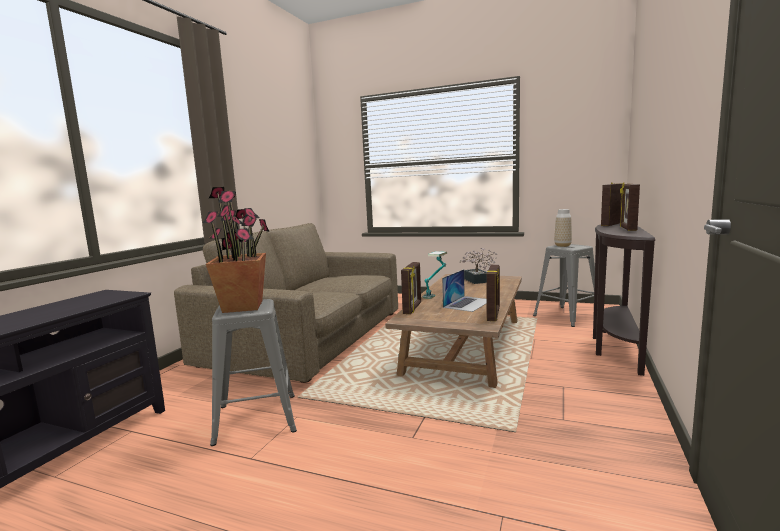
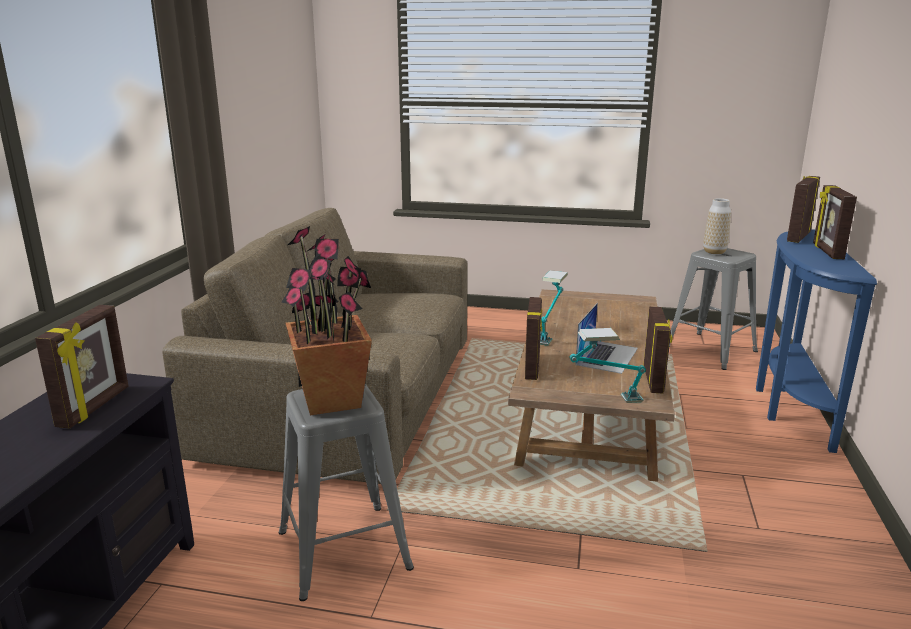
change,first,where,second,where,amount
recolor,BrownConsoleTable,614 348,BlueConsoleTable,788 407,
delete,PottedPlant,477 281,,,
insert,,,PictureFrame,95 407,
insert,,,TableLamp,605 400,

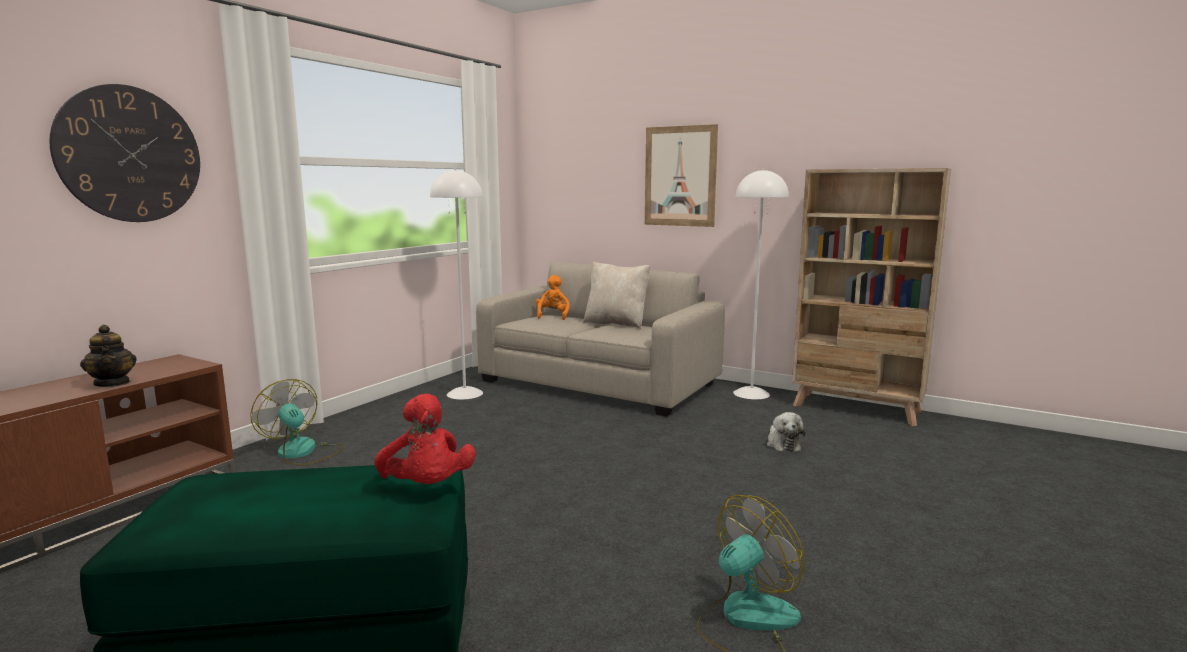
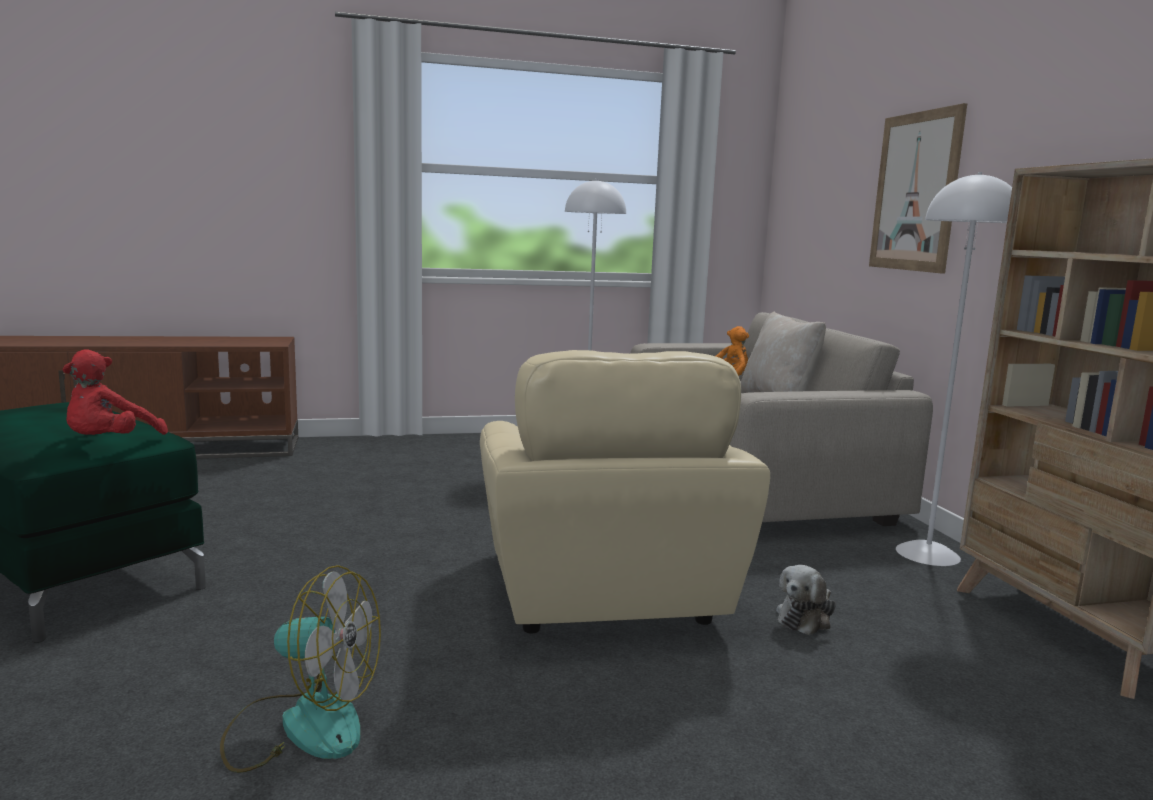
change,first,where,second,where,amount
delete,WallClock,130 154,,,
delete,Teapot,113 383,,,
delete,Fan,302 453,,,
insert,,,BeigeArmchair,602 590,

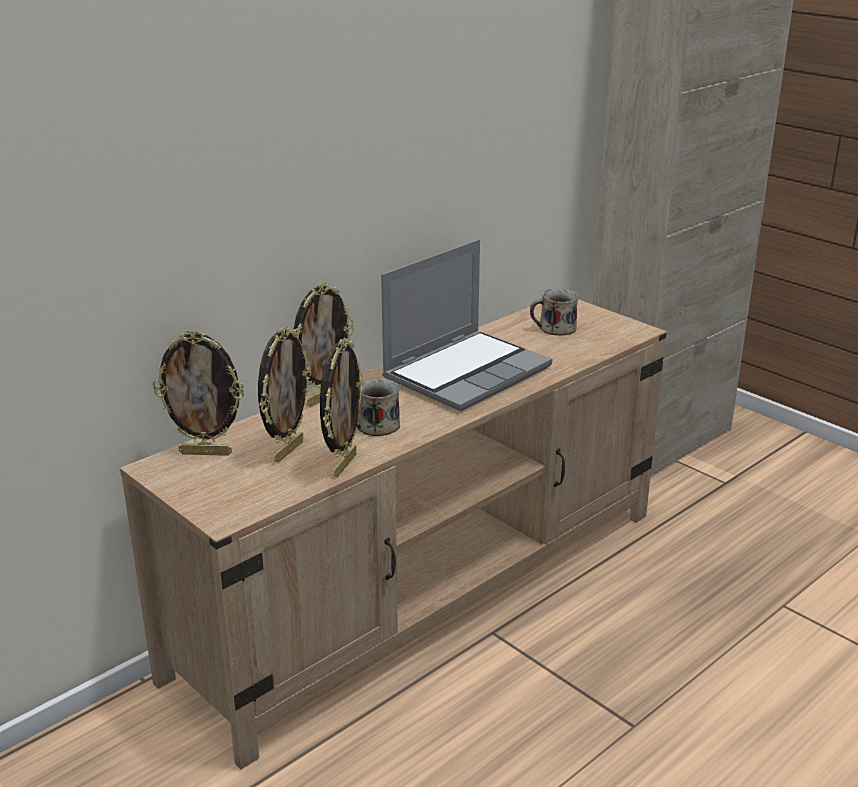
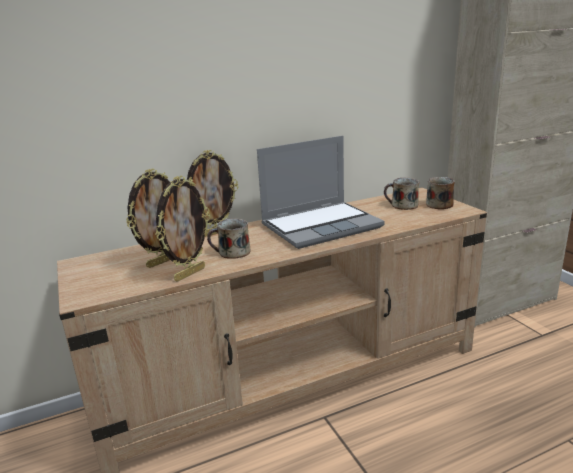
change,first,where,second,where,amount
delete,PictureFrame,206 453,,,
insert,,,Mug,439 204,

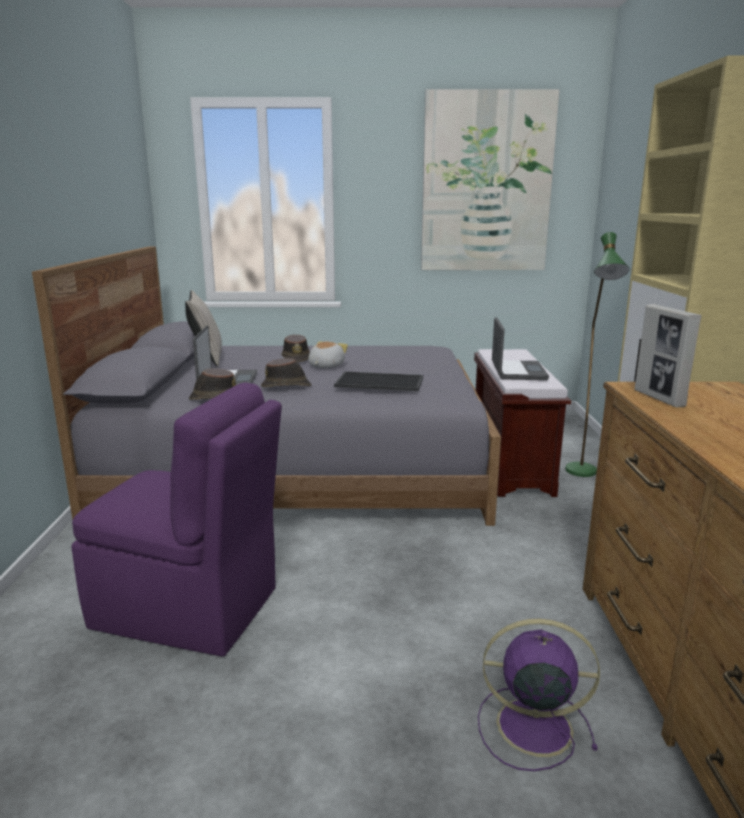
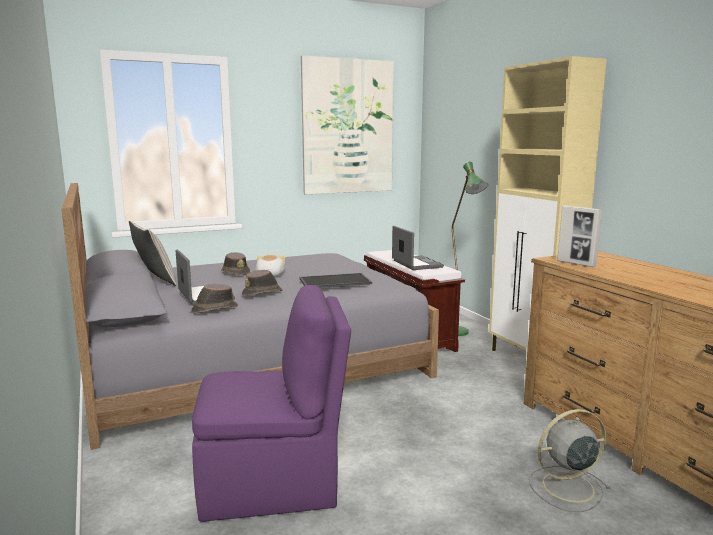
change,first,where,second,where,amount
recolor,PurpleFan,530 726,GreyFan,566 487,

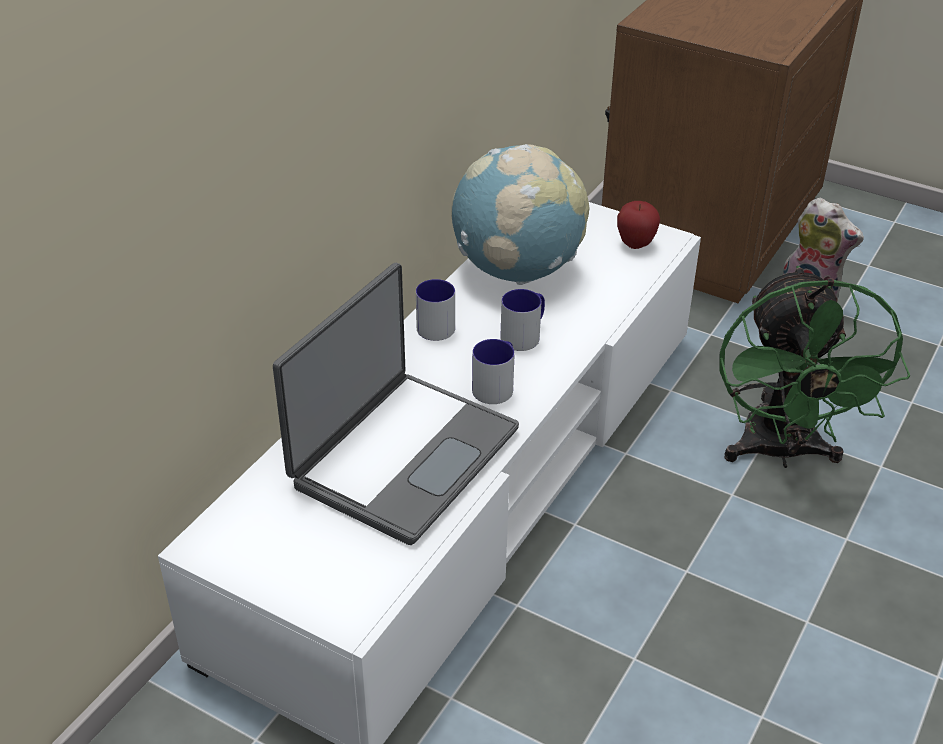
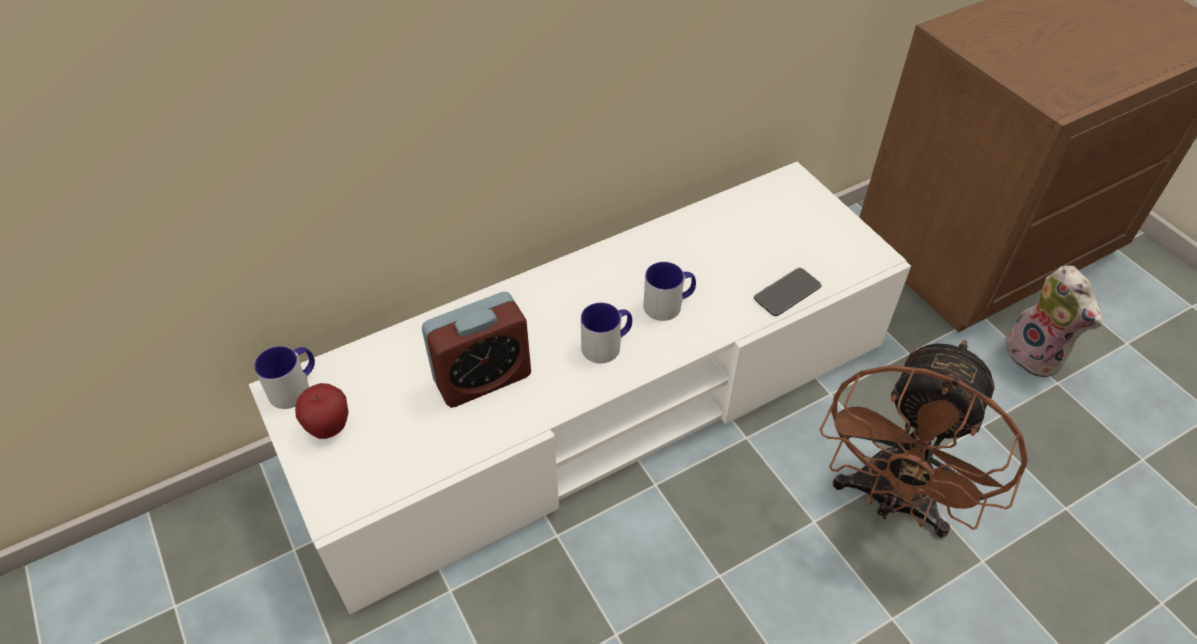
change,first,where,second,where,amount
delete,Globe,517 270,,,
move,Apple,635 244,,329 428,
replace,Laptop,402 456,AlarmClock,482 378,
recolor,GreenFan,781 452,BrownFan,891 501,
move,Mug,437 324,,295 387,
insert,,,Phone,787 293,

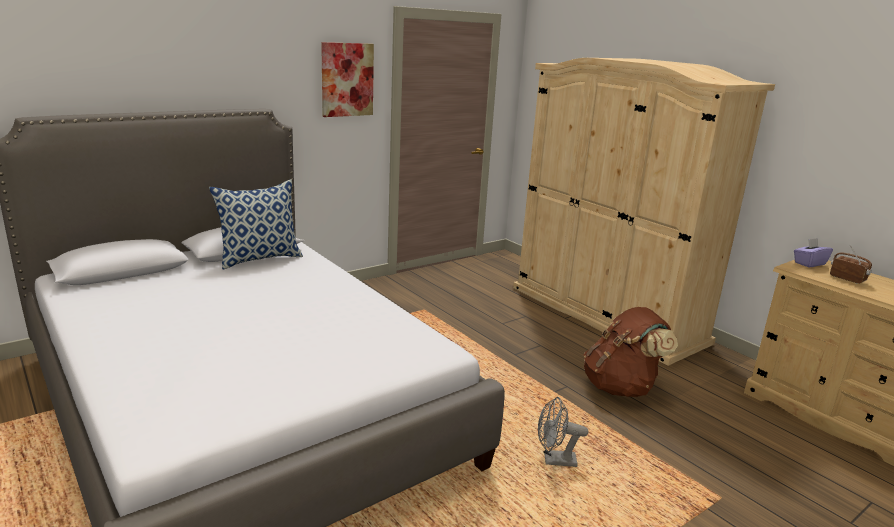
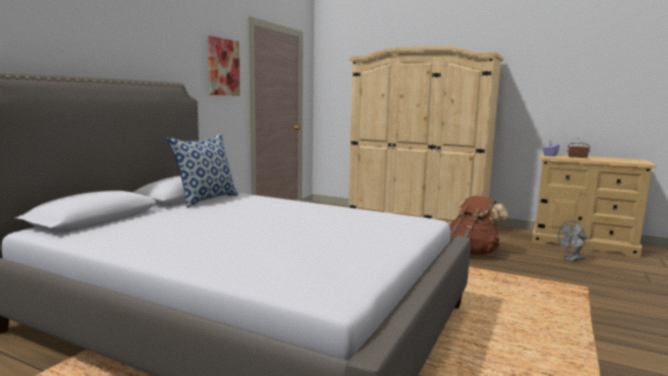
change,first,where,second,where,amount
move,GreyFan,554 460,,571 259,

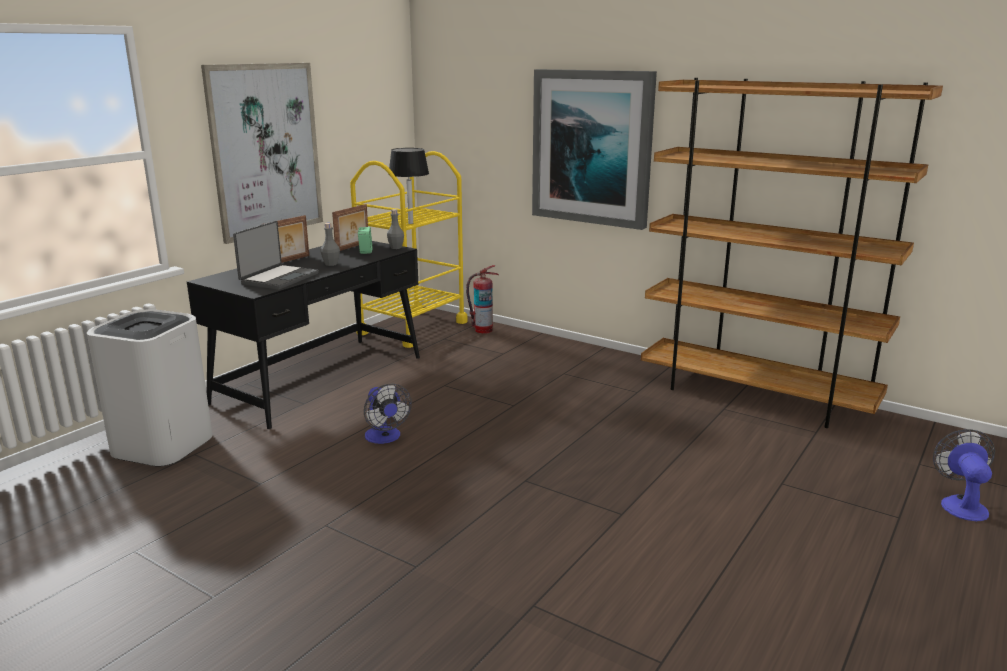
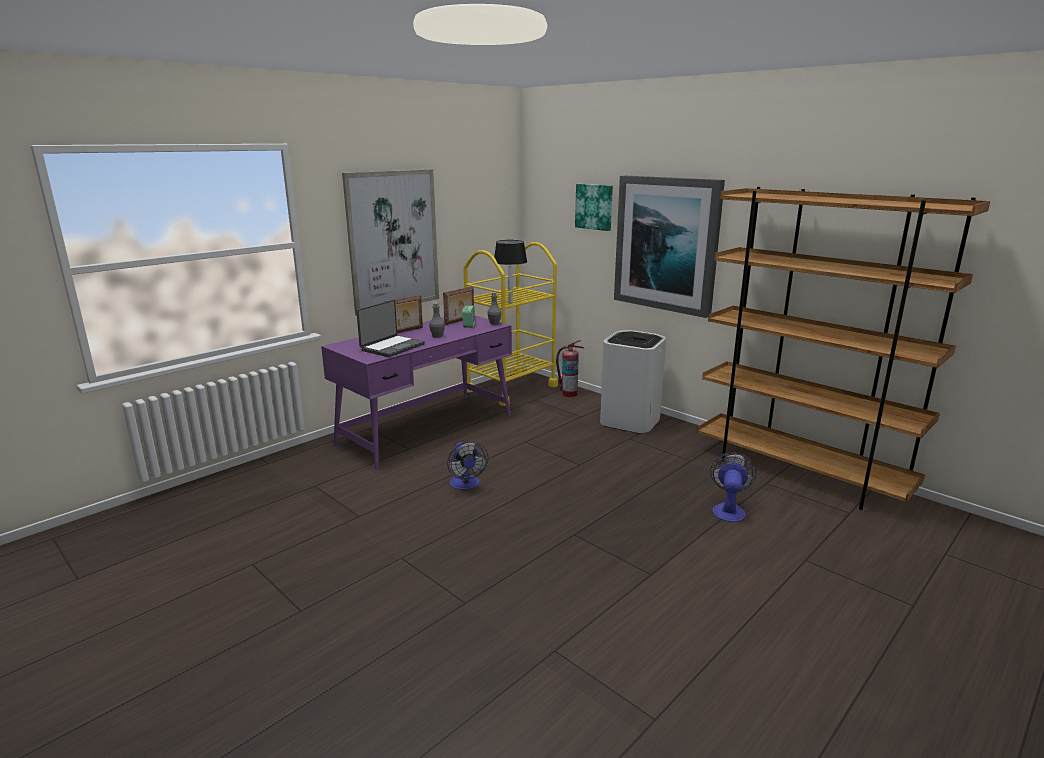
change,first,where,second,where,amount
recolor,BlackDesk,321 379,PurpleDesk,427 429,
move,WhiteTrashCan,162 445,,629 420,
move,Fan,961 504,,728 509,
insert,,,Picture,594 206,

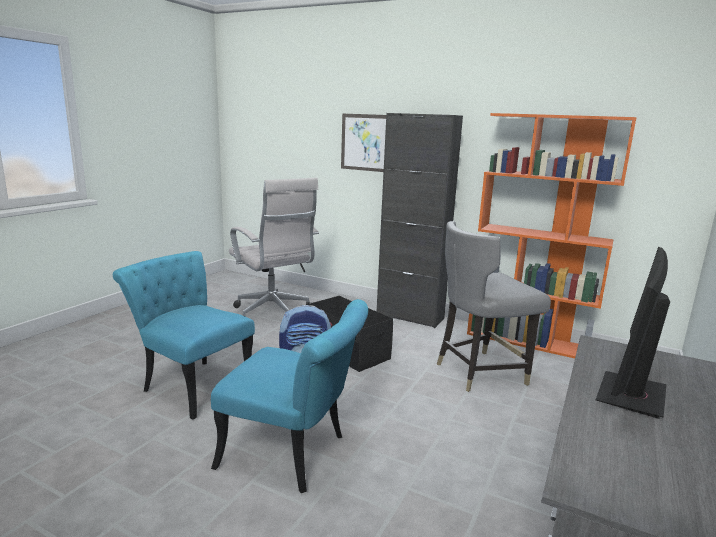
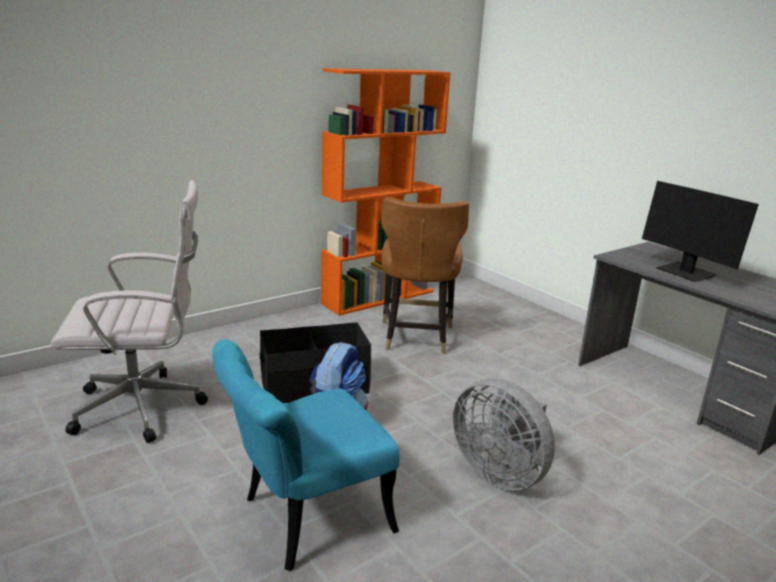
change,first,where,second,where,amount
delete,BlackCabinet,410 316,,,
delete,Picture,366 142,,,
recolor,GreyChair,479 372,BrownChair,415 337,
replace,TurquoiseChair,294 454,GreyFan,500 472,

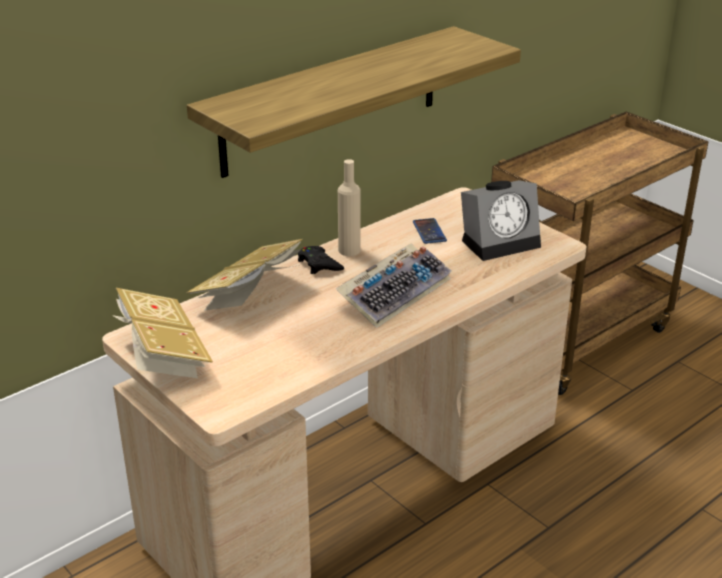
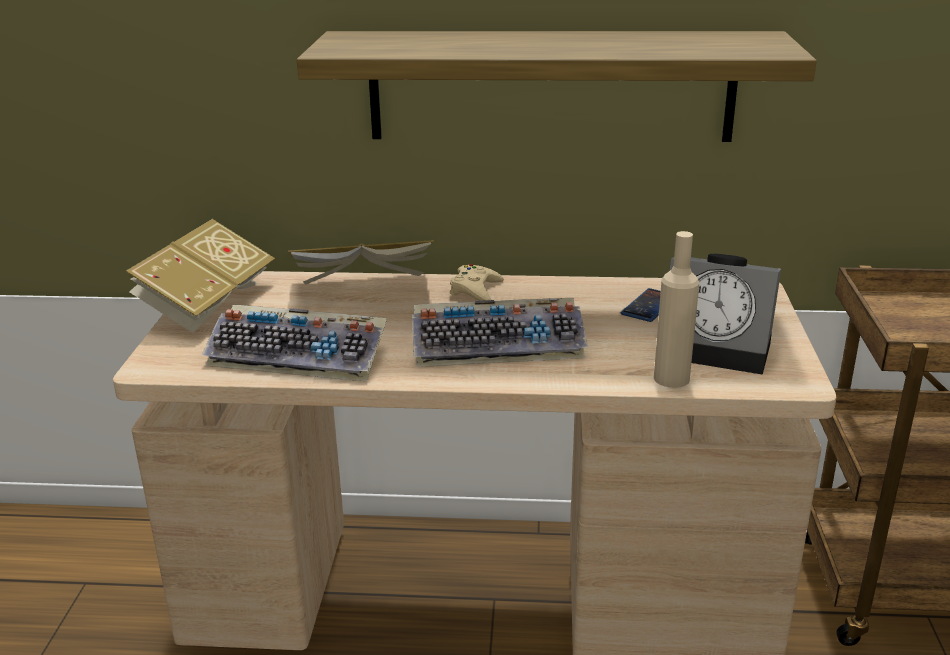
change,first,where,second,where,amount
move,BeigeBottle,349 250,,671 378,
recolor,BlackGameController,319 264,BeigeGameController,476 290,
insert,,,Keyboard,301 355,

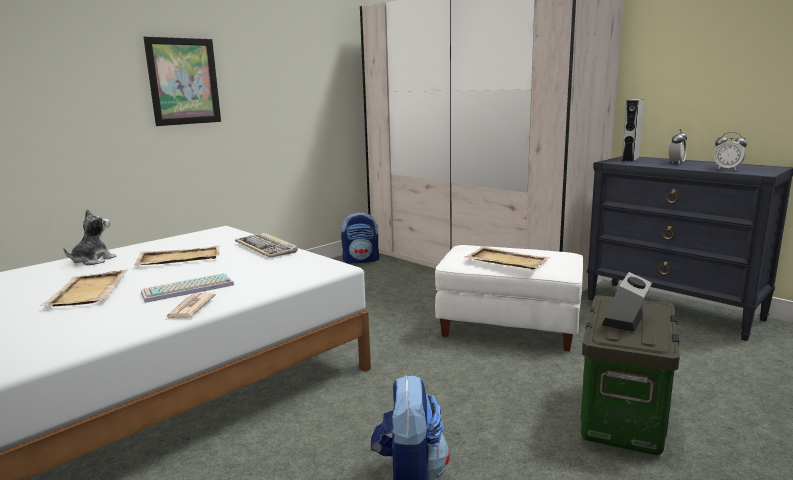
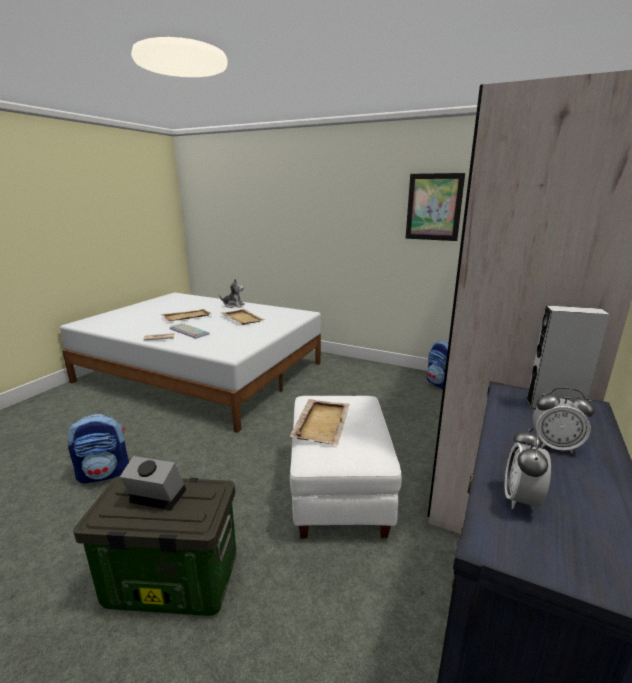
change,first,where,second,where,amount
move,Picture,184 81,,434 207,
delete,Keyboard,266 248,,,

